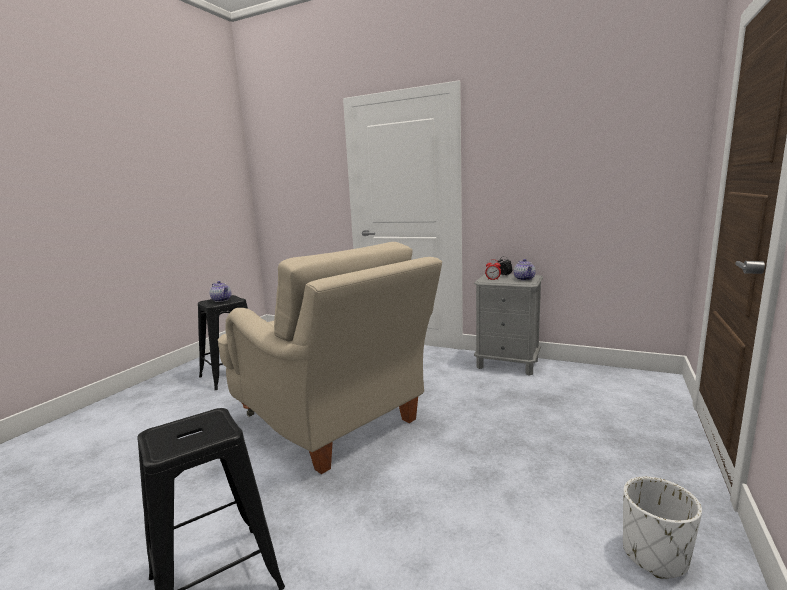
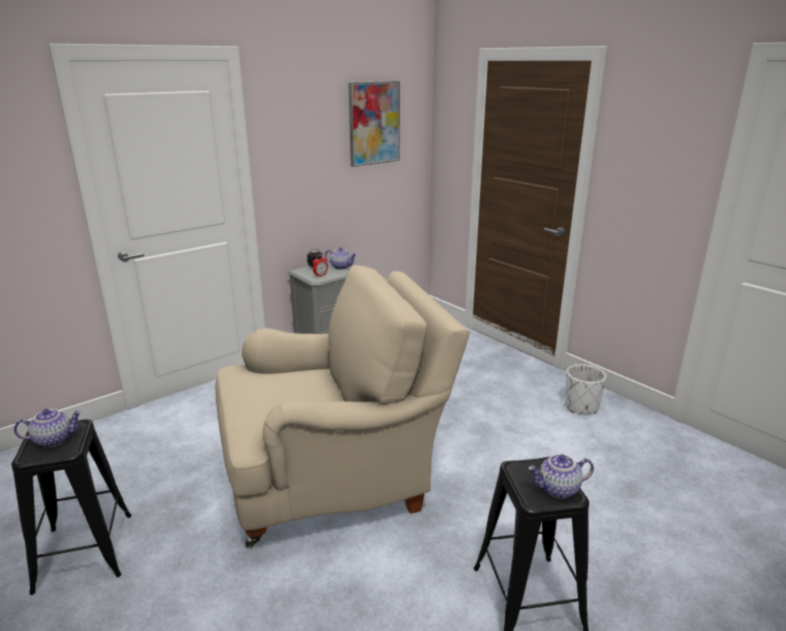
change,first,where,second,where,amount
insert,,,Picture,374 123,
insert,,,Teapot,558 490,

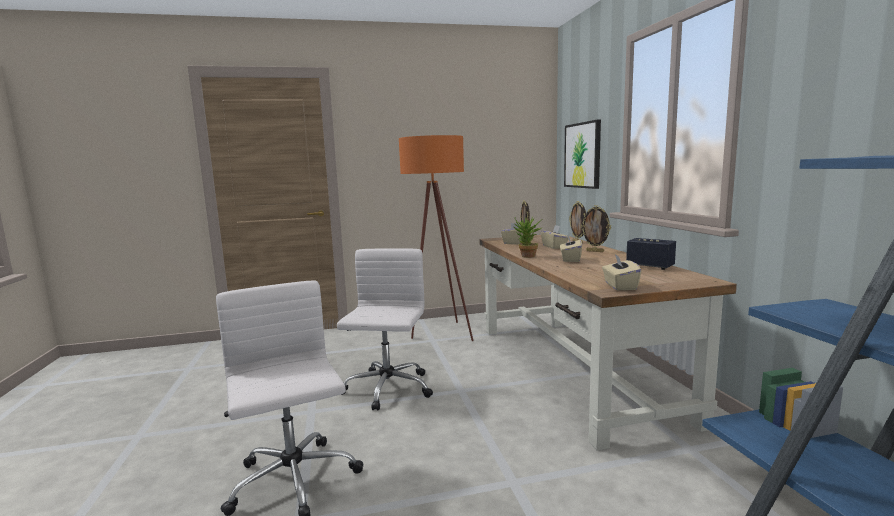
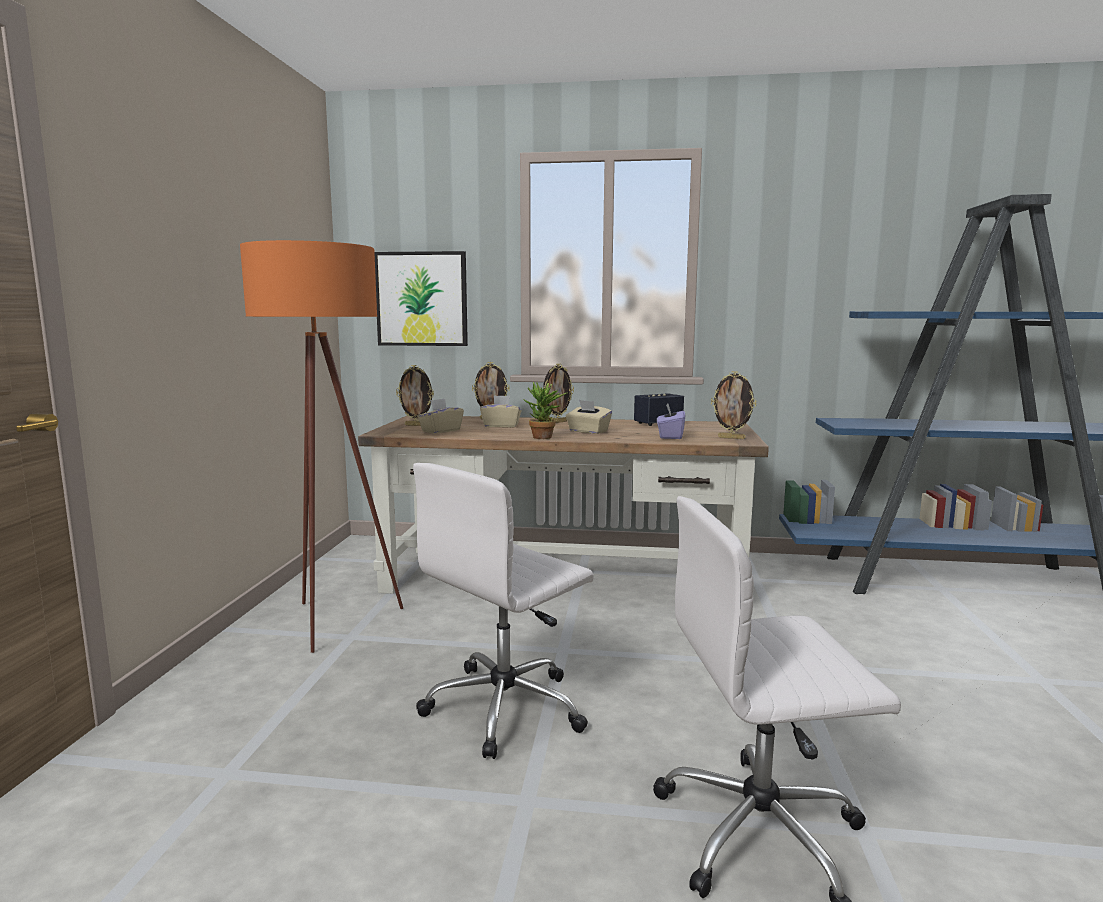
change,first,where,second,where,amount
rotate,WhiteOfficeChair,387 389,,506 707,75 degrees counterclockwise
replace,BeigeTissueBox,619 286,PictureFrame,731 438,
insert,,,PurpleTissueBox,670 436,

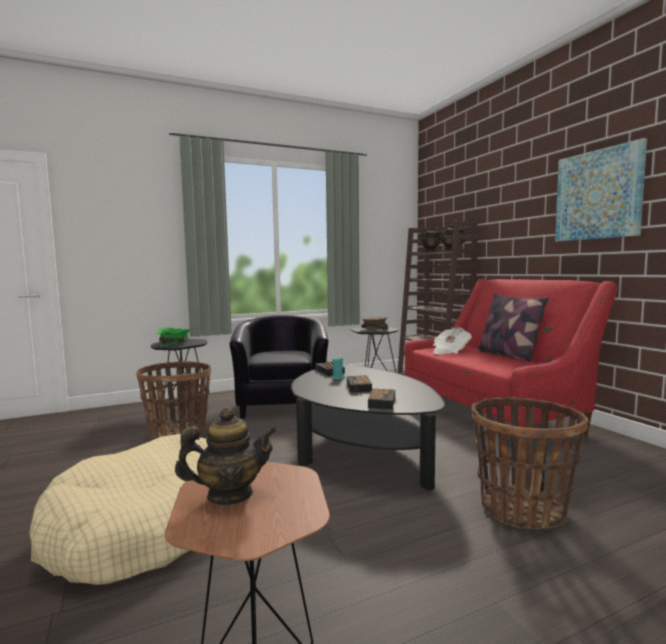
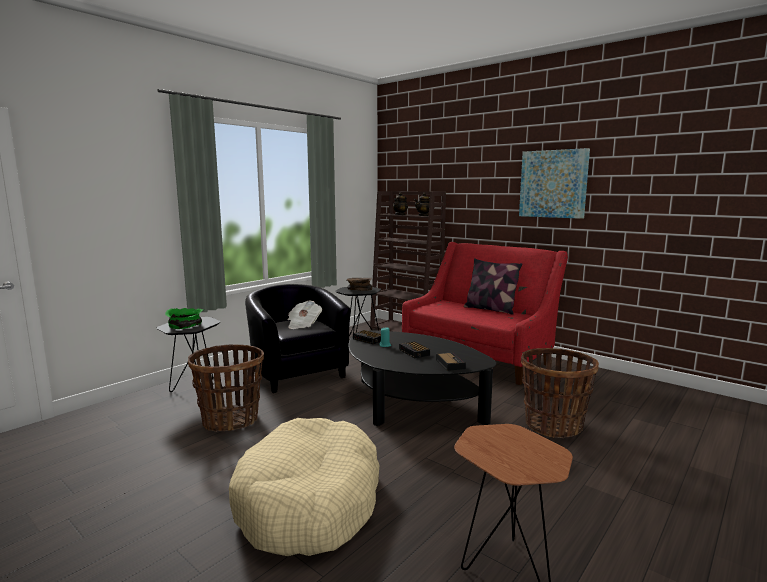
change,first,where,second,where,amount
move,Newspaper,449 351,,303 324,
delete,Teapot,229 495,,,

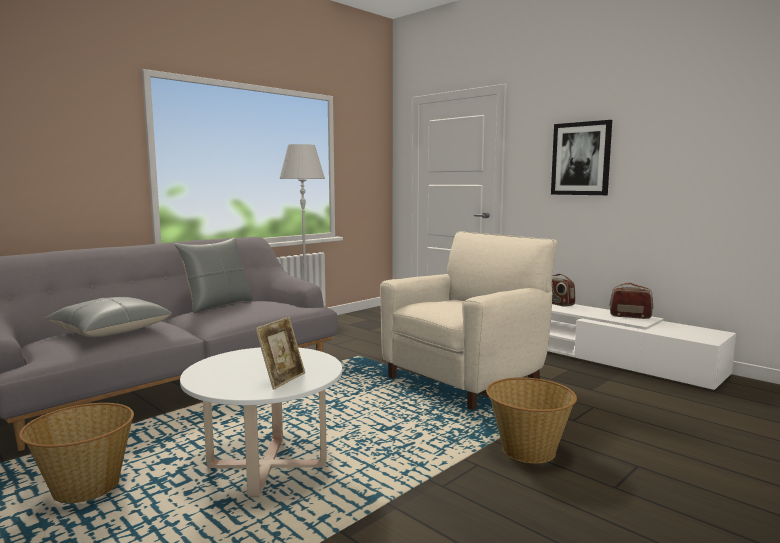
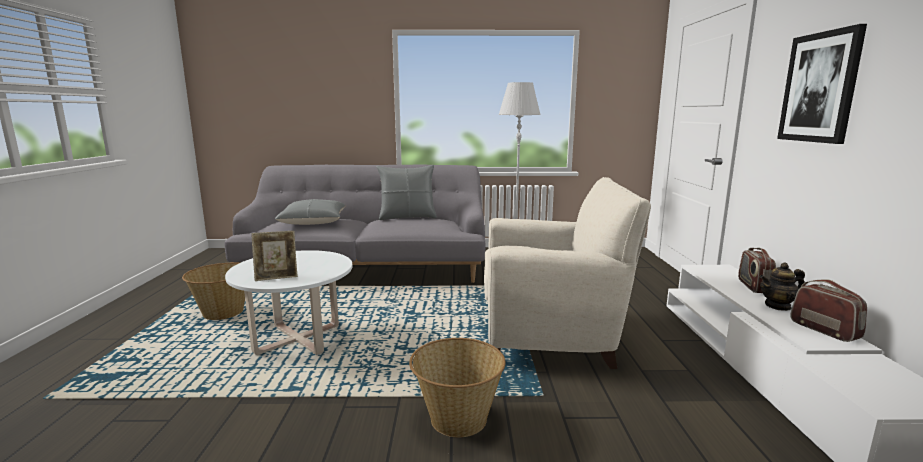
change,first,where,second,where,amount
insert,,,Teapot,778 306,

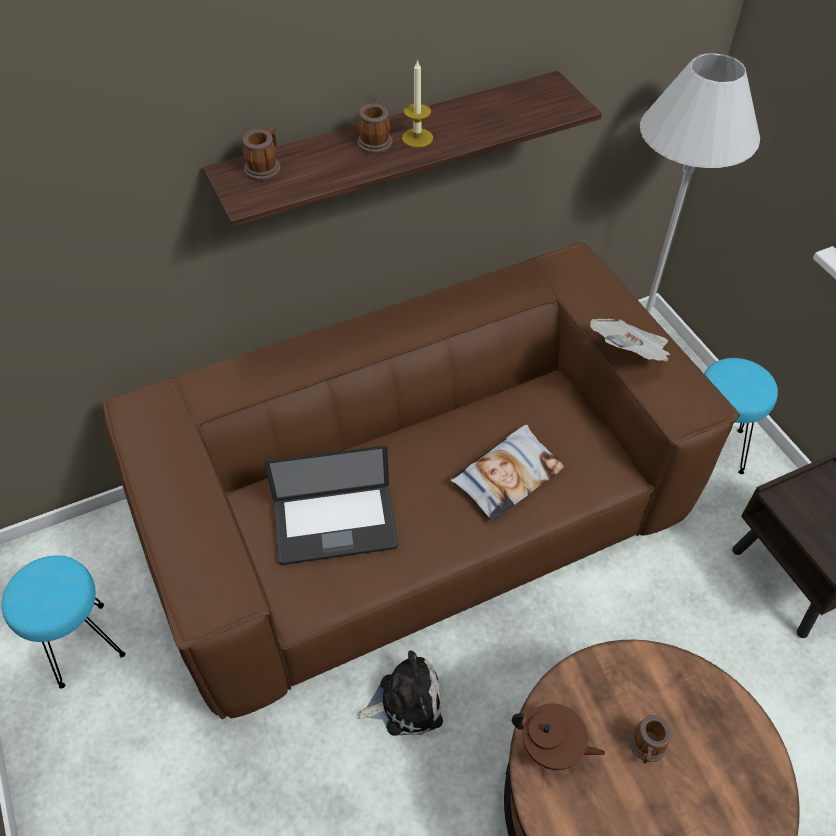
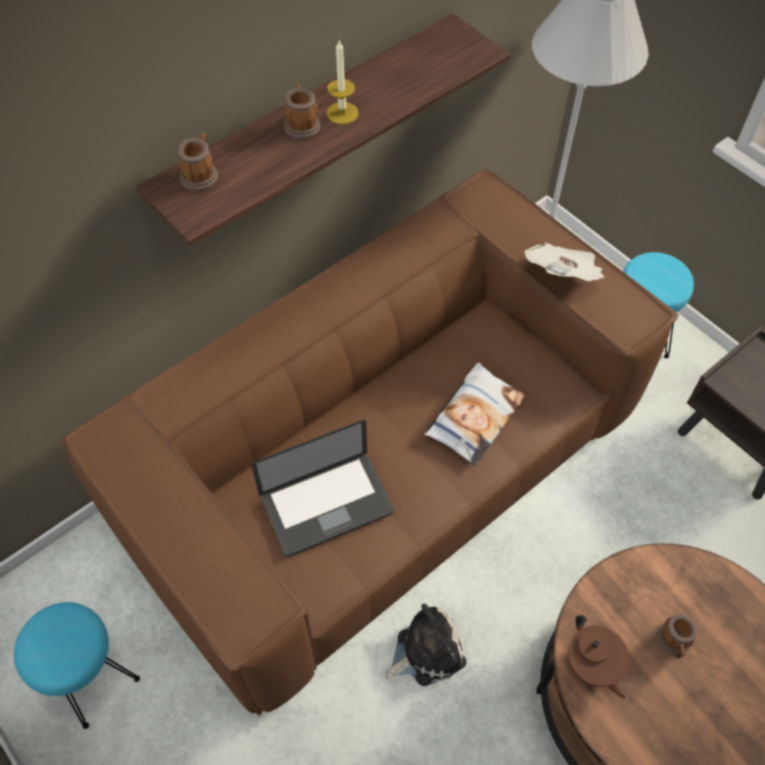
change,first,where,second,where,amount
rotate,BrownTeapot,552 747,,592 665,60 degrees clockwise

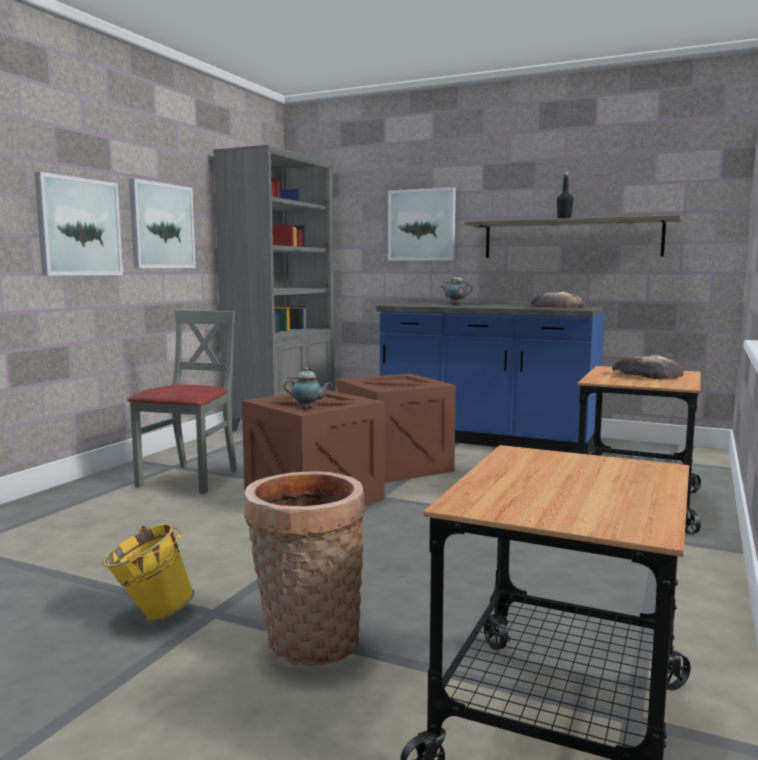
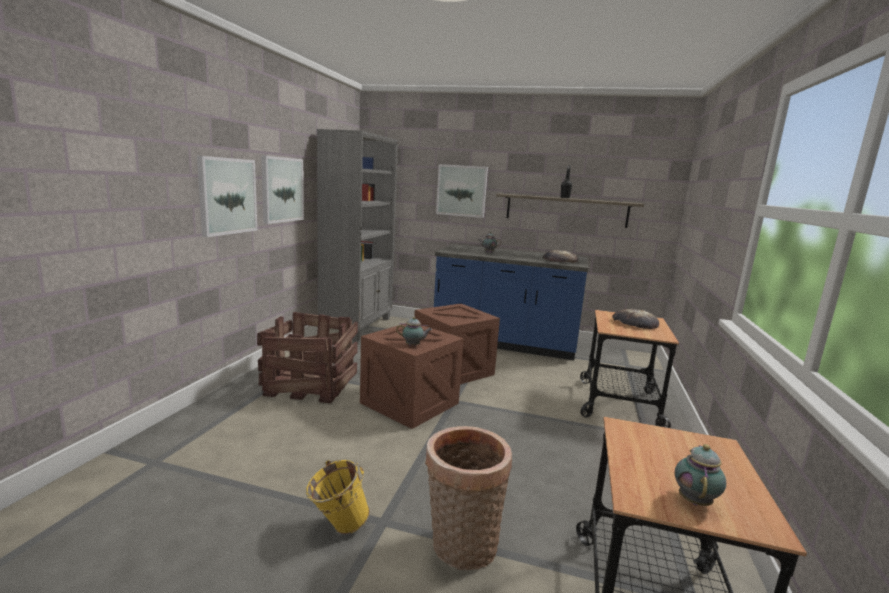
change,first,where,second,where,amount
replace,GreyChair,190 479,Crate,312 384,
insert,,,Teapot,694 500,

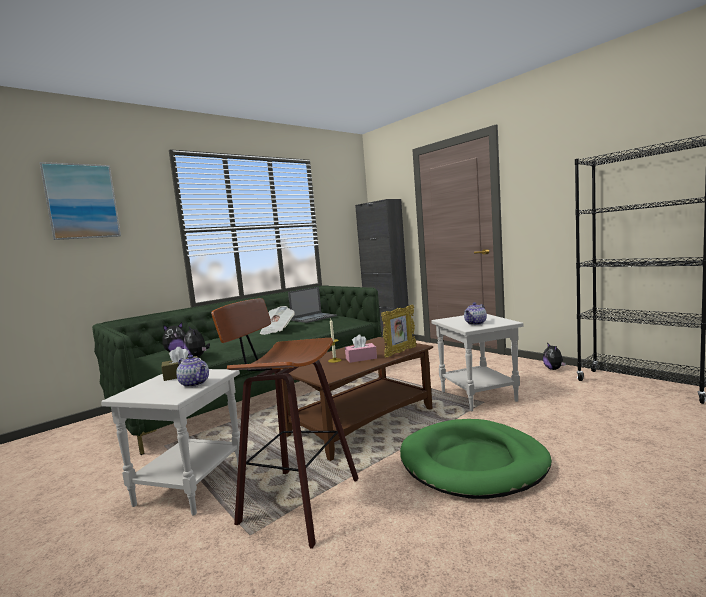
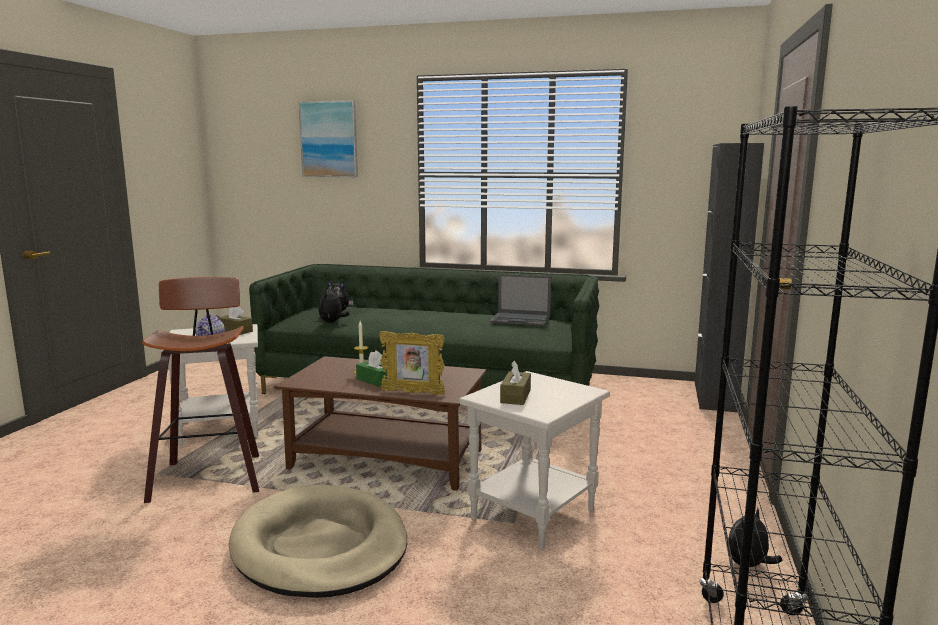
change,first,where,second,where,amount
replace,Teapot,476 323,BrownTissueBox,515 396,
delete,Newspaper,276 330,,,
recolor,PinkTissueBox,361 358,GreenTissueBox,375 381,
recolor,GreenDogBed,473 463,BeigeDogBed,320 547,

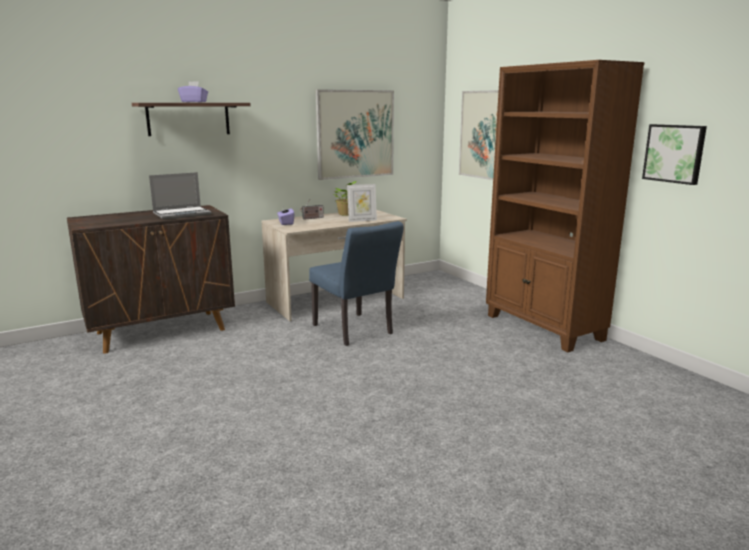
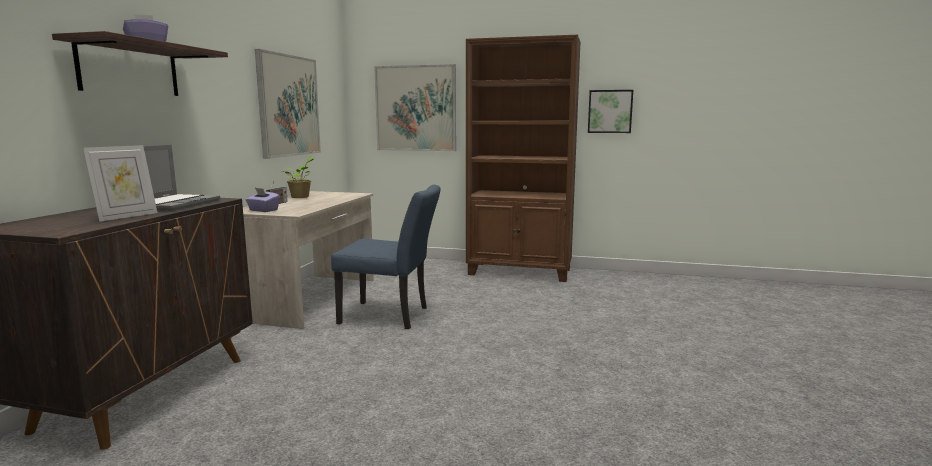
change,first,where,second,where,amount
move,PictureFrame,362 220,,126 216,

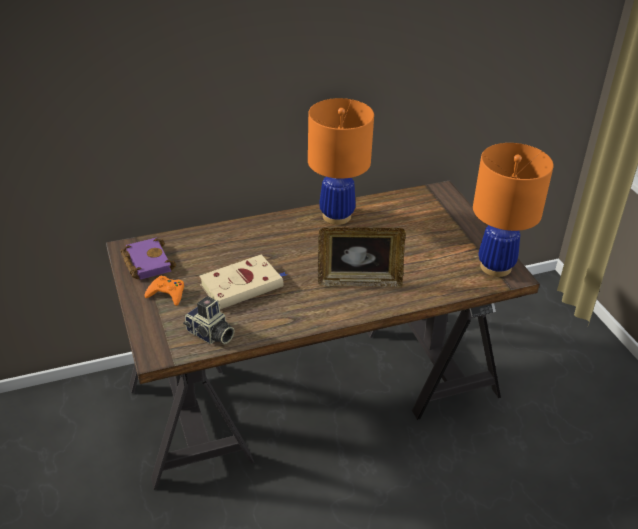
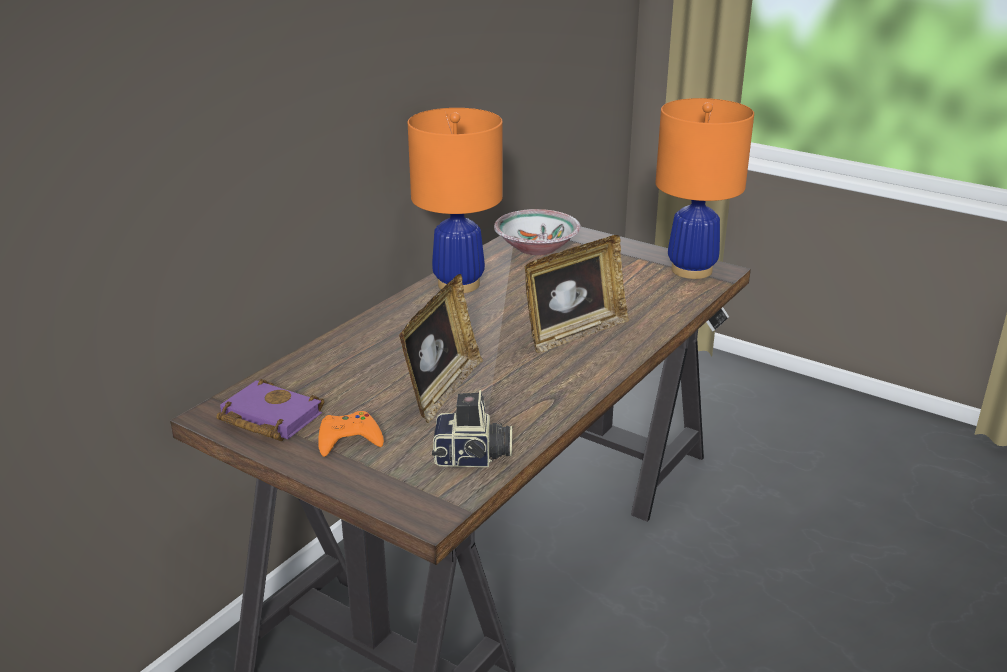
change,first,where,second,where,amount
replace,BeigeBook,243 285,PictureFrame,442 390,
insert,,,Bowl,536 248,

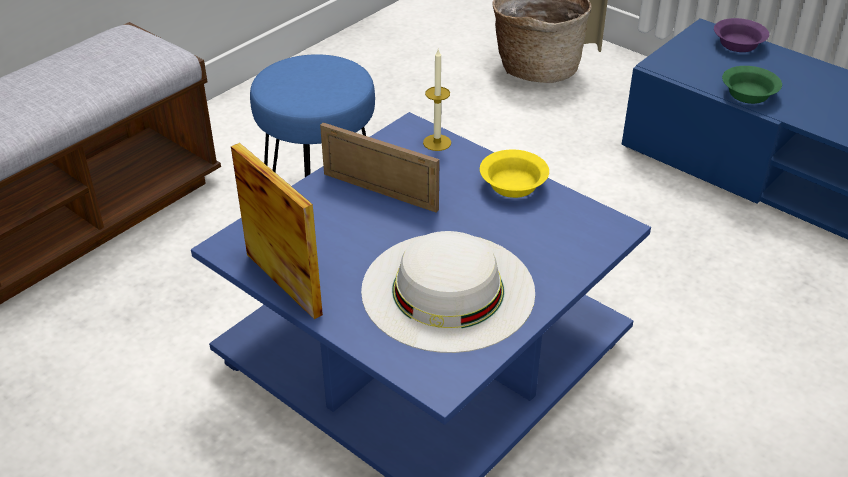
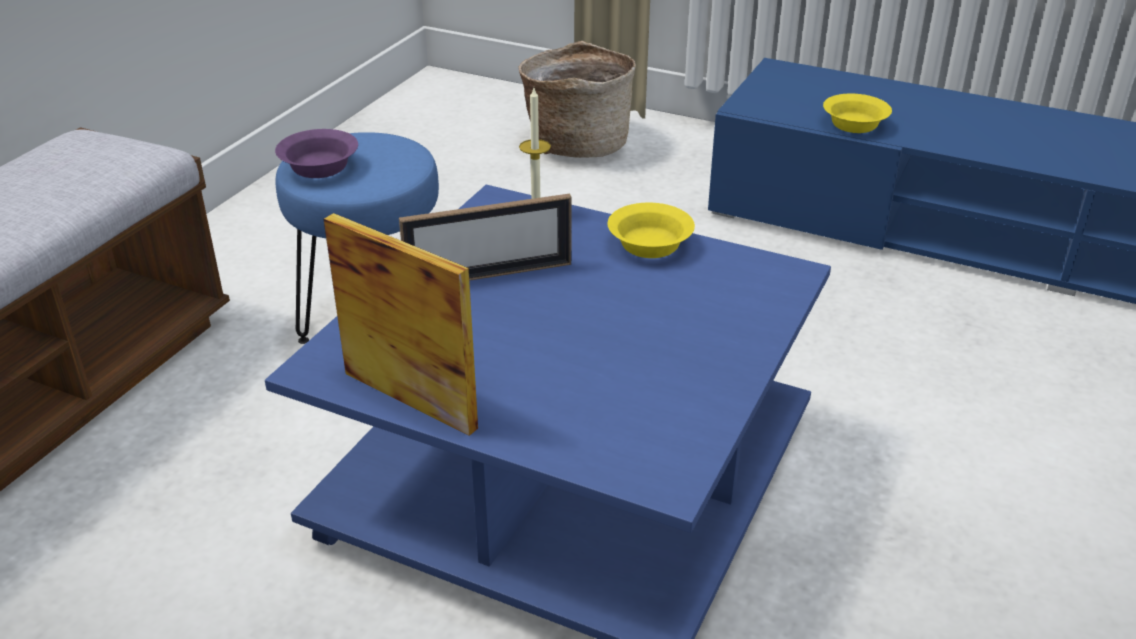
change,first,where,second,where,amount
move,PurpleBowl,737 45,,318 168,
recolor,GreenBowl,749 95,YellowBowl,855 126,
rotate,PictureFrame,380 191,,489 275,150 degrees clockwise
delete,WhiteHat,448 290,,,

